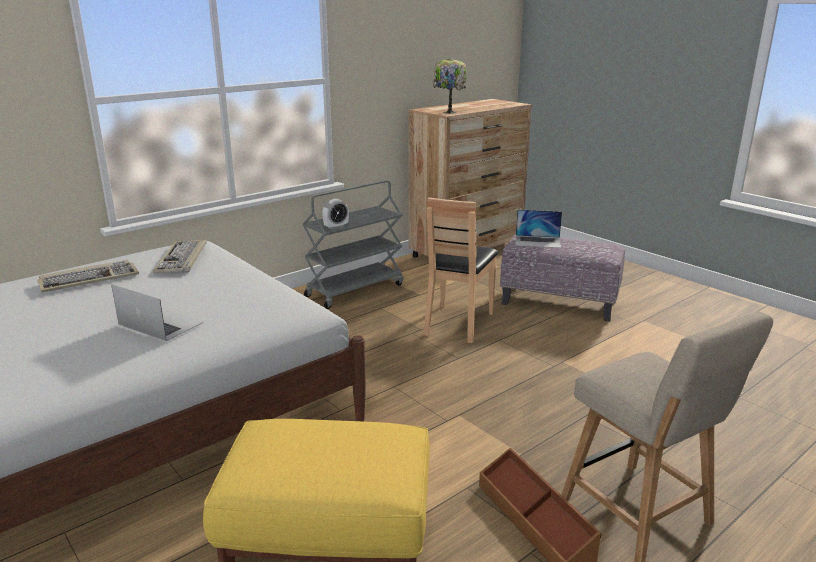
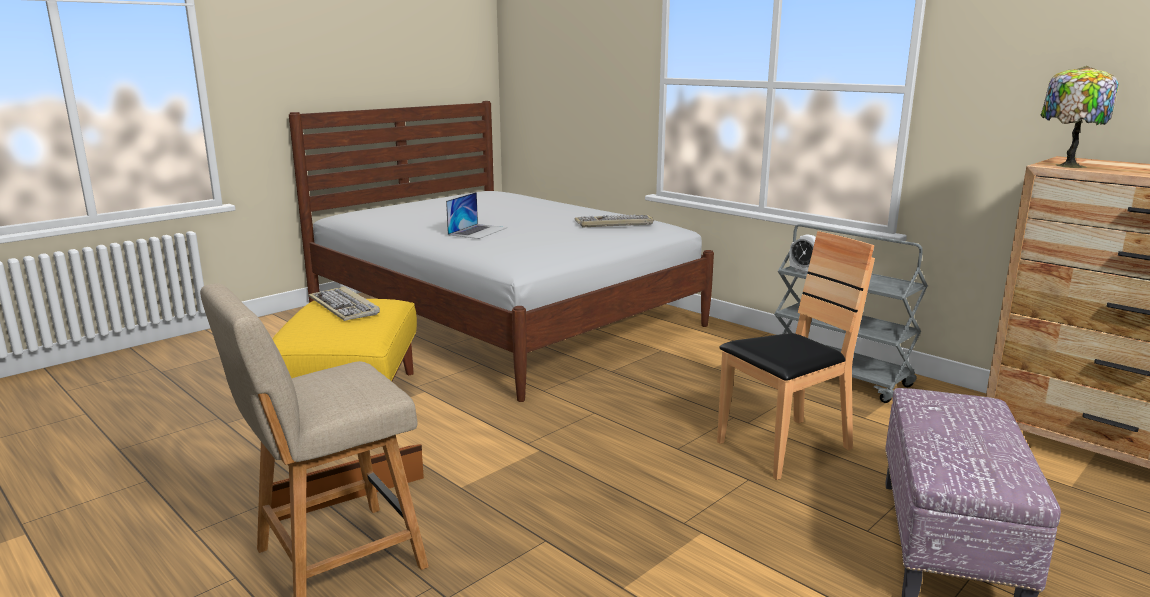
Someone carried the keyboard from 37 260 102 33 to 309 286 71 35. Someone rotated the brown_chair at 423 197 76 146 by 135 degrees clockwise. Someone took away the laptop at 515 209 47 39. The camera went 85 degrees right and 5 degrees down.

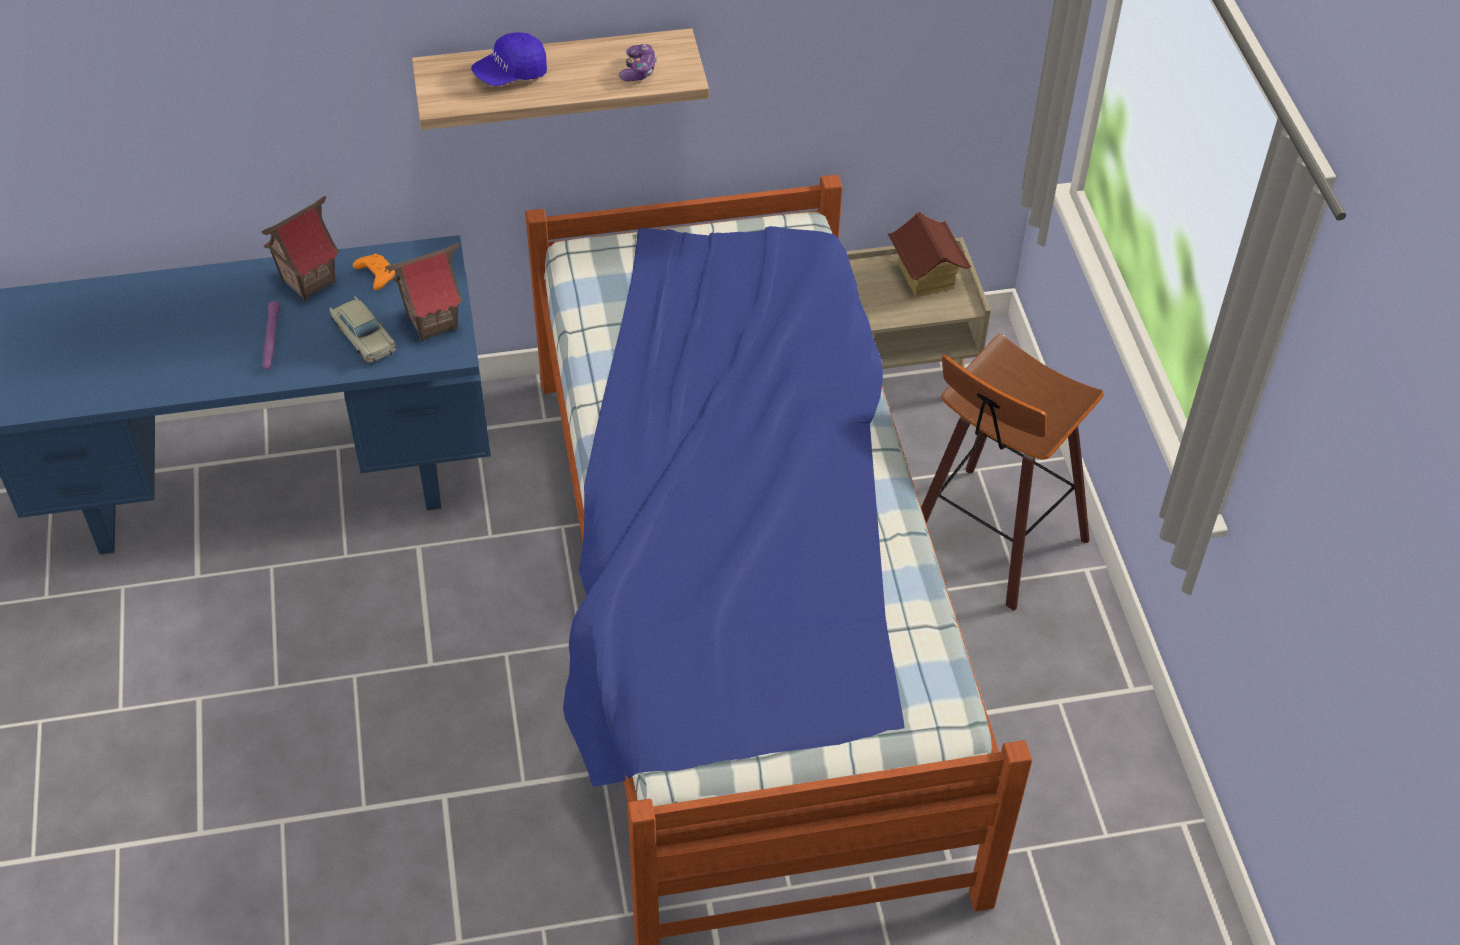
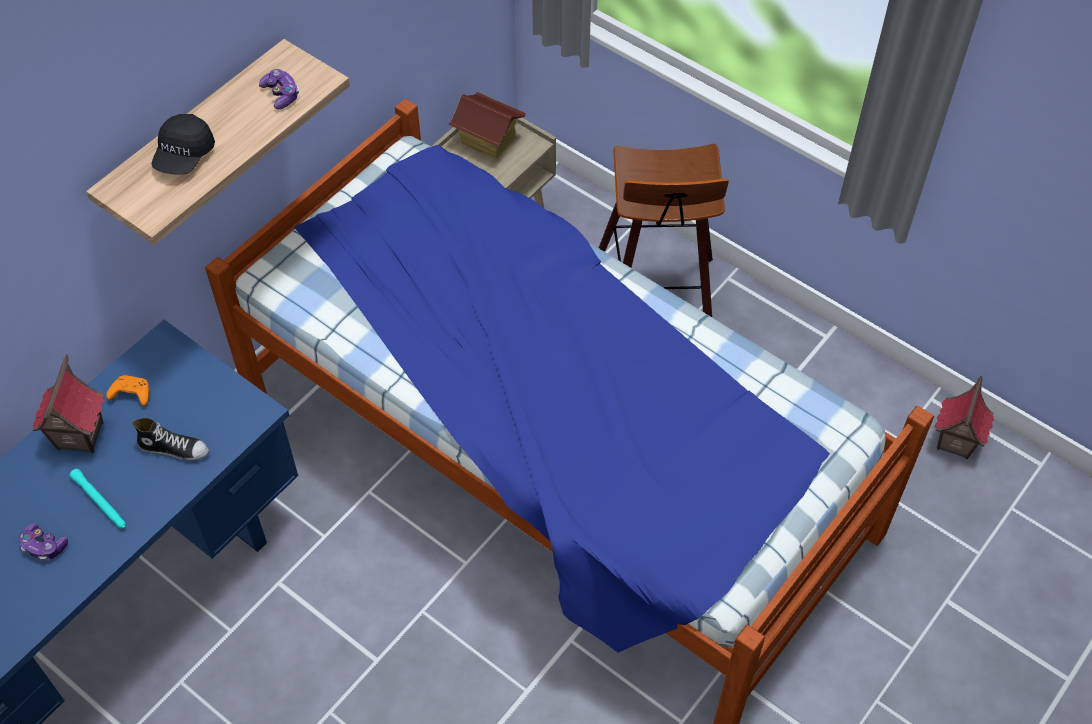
Someone repainted the purple_flashlight at 262 301 18 69, which became the turquoise_flashlight at 69 469 57 60. Someone swapped the beige_toy_car at 329 296 68 68 for the shoe at 132 418 77 43. Someone carried the toy_house from 385 243 78 98 to 935 375 59 84. Someone repainted the blue_cap at 471 33 76 53, which became the black_cap at 151 114 64 61. Someone put down the game_controller at 19 524 49 37. The camera went 40 degrees left and 5 degrees up.

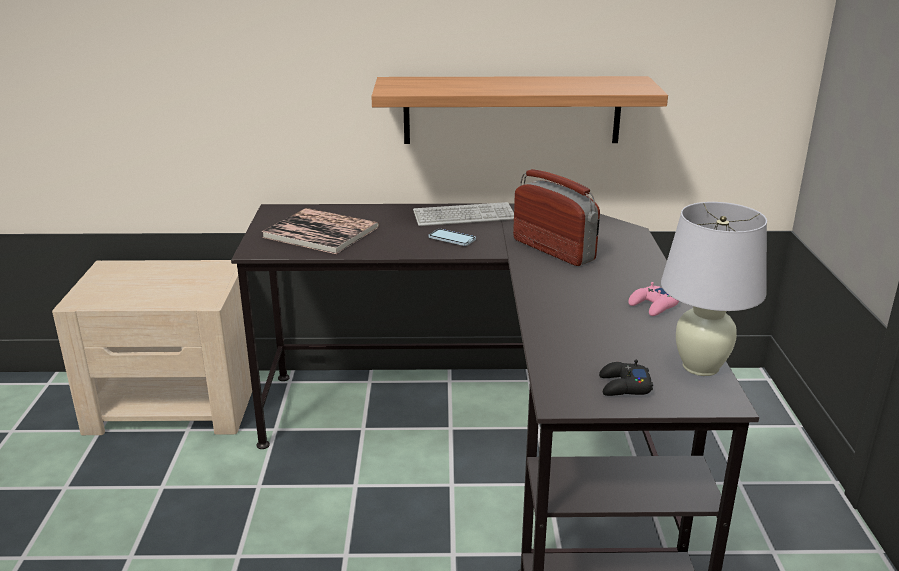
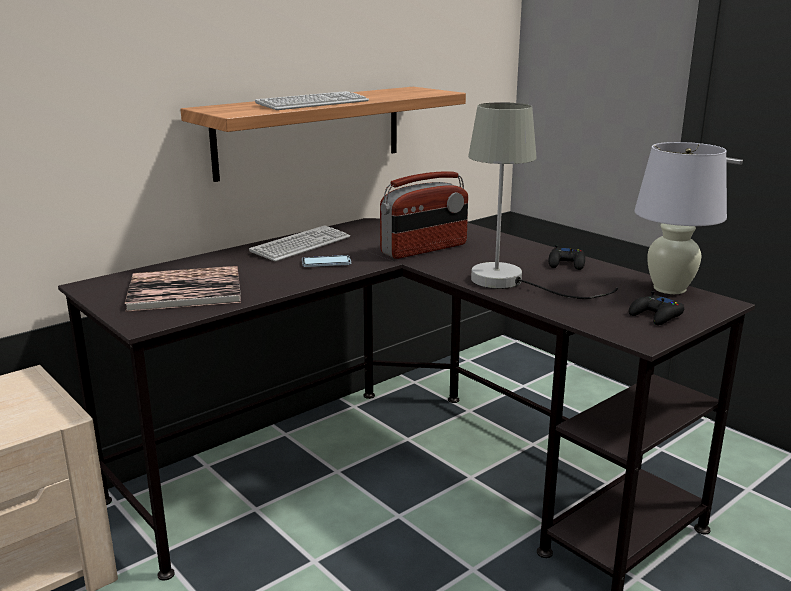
Someone rotated the radio at 513 169 87 97 by 135 degrees clockwise. Someone repainted the pink_game_controller at 628 282 51 34, which became the black_game_controller at 549 245 36 25. Someone put down the keyboard at 255 91 114 19. Someone put down the grey_table_lamp at 468 102 150 197. The camera went 40 degrees left and 5 degrees down.

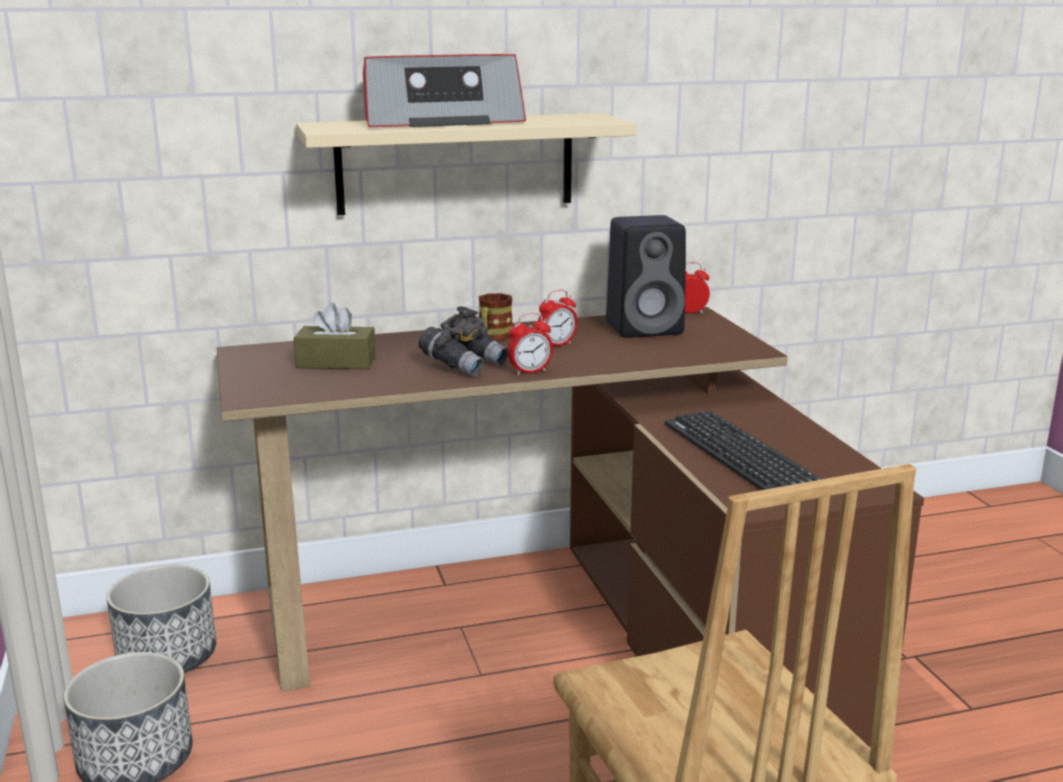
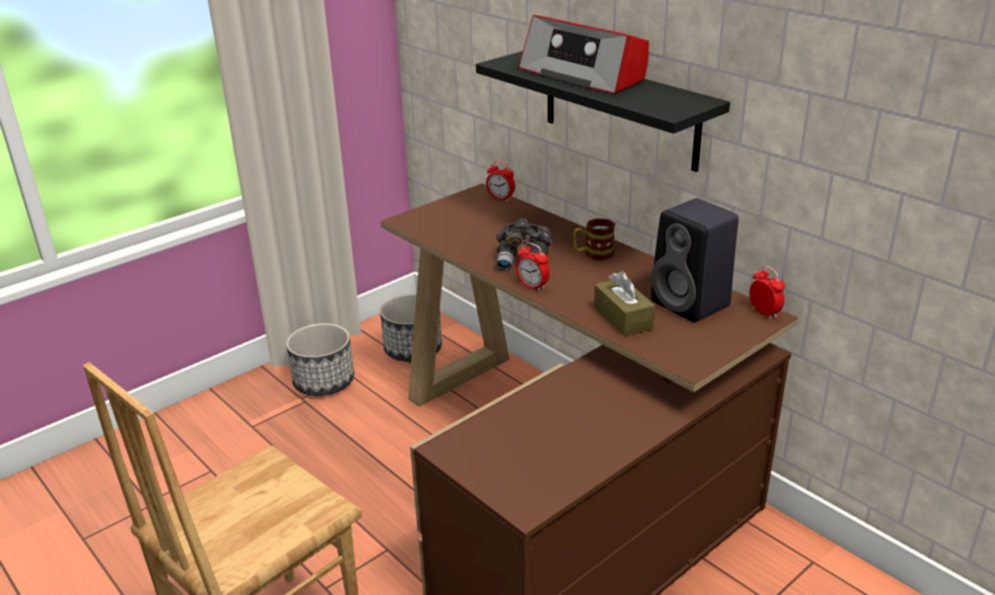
Someone carried the brown_tissue_box from 294 303 82 66 to 594 271 61 66. Someone repainted the beige_shelf at 296 113 340 102, which became the black_shelf at 476 51 254 121. Someone carried the alarm_clock from 538 290 40 56 to 486 161 29 41. Someone took away the keyboard at 665 410 157 80. The camera went 65 degrees right and 10 degrees up.

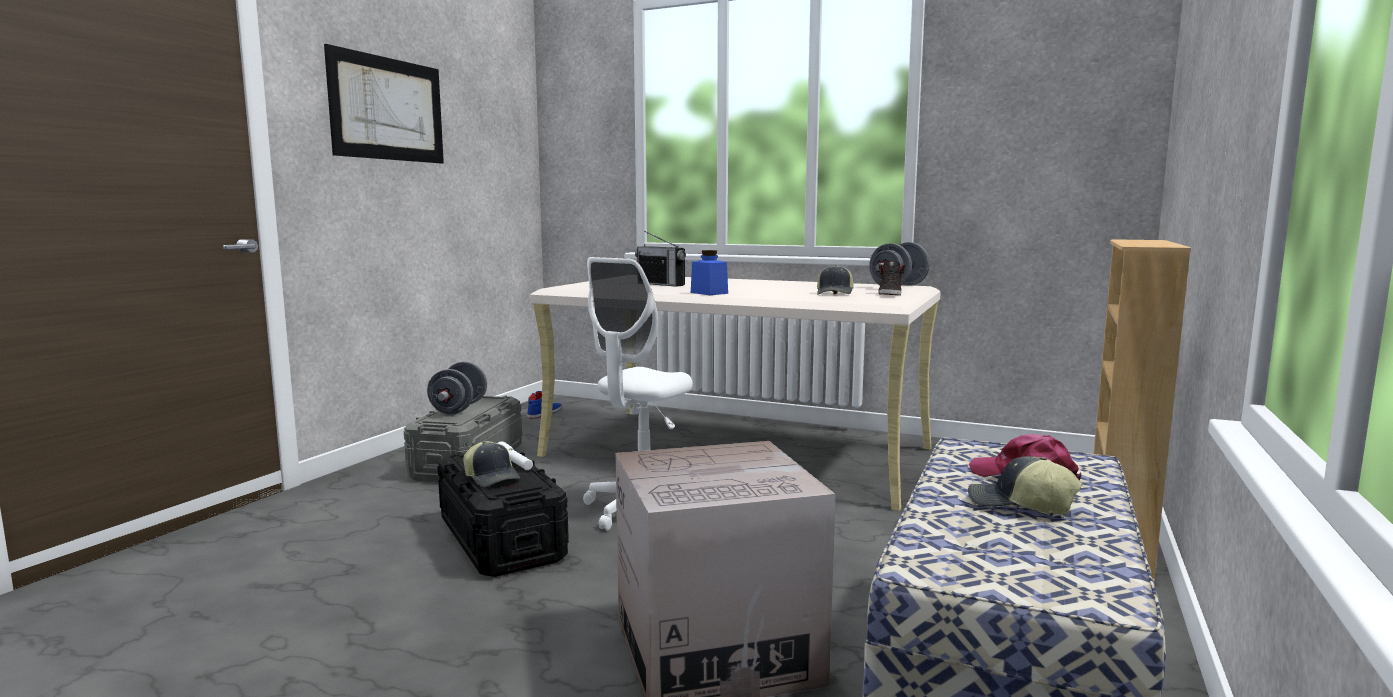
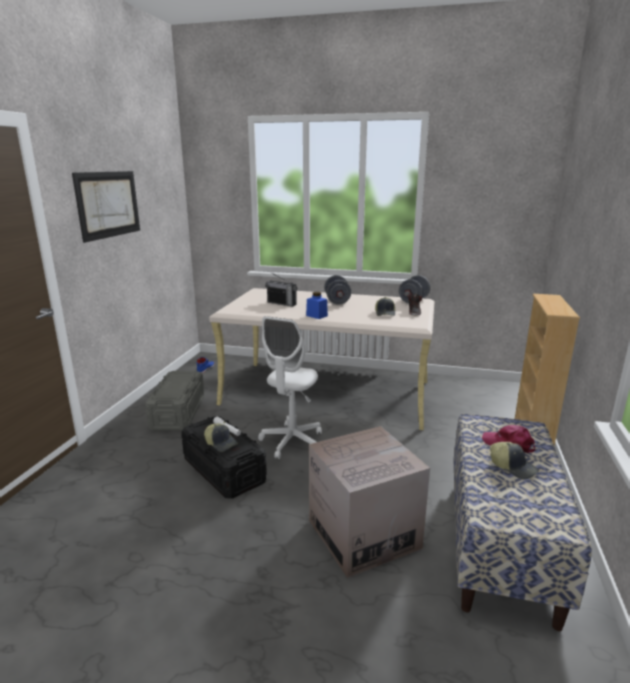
Someone carried the grey_dumbbell from 427 361 60 54 to 324 275 27 29. Someone rotated the cap at 968 456 114 59 by 150 degrees counterclockwise. The camera went 10 degrees left and 10 degrees up.

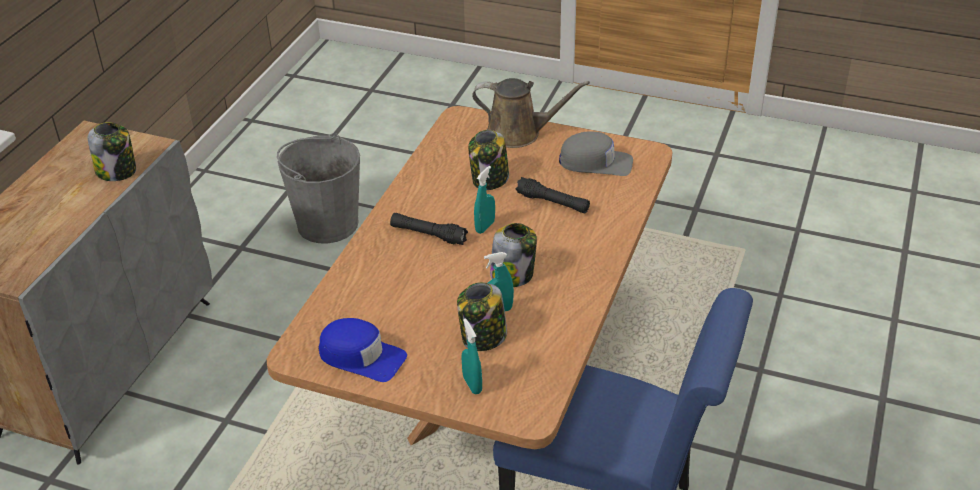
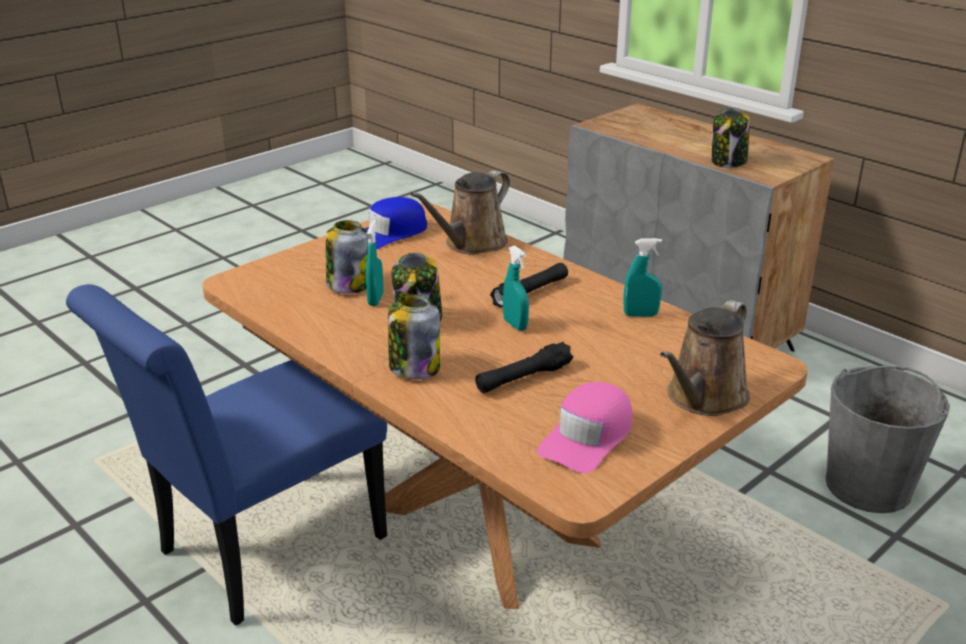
Someone carried the turquoise_spray_bottle from 461 318 21 76 to 624 238 38 79. Someone carried the jar from 468 130 41 60 to 388 294 52 85. Someone repainted the grey_cap at 559 131 74 45, which became the pink_cap at 537 382 95 91. Someone put down the brown_watering_can at 410 170 100 85. The camera went 115 degrees right and 10 degrees down.

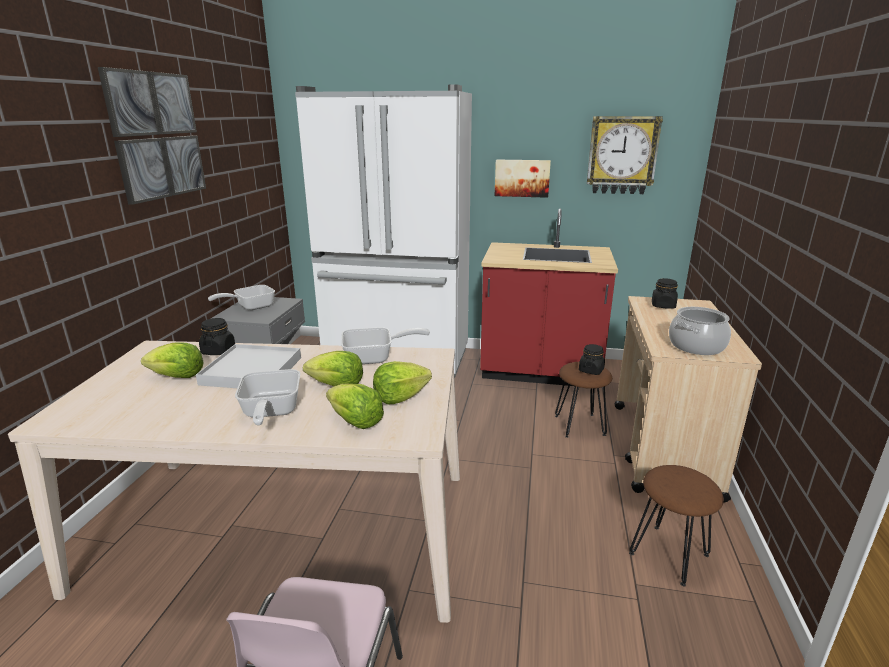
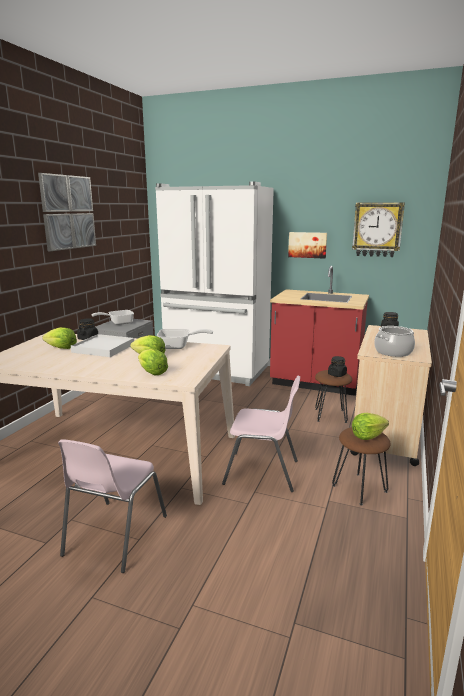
Someone took away the frying_pan at 235 369 65 56. Someone carried the lettuce from 373 361 59 43 to 352 413 37 27. Someone put down the pink_chair at 222 375 78 117. The camera went 10 degrees right and 5 degrees down.

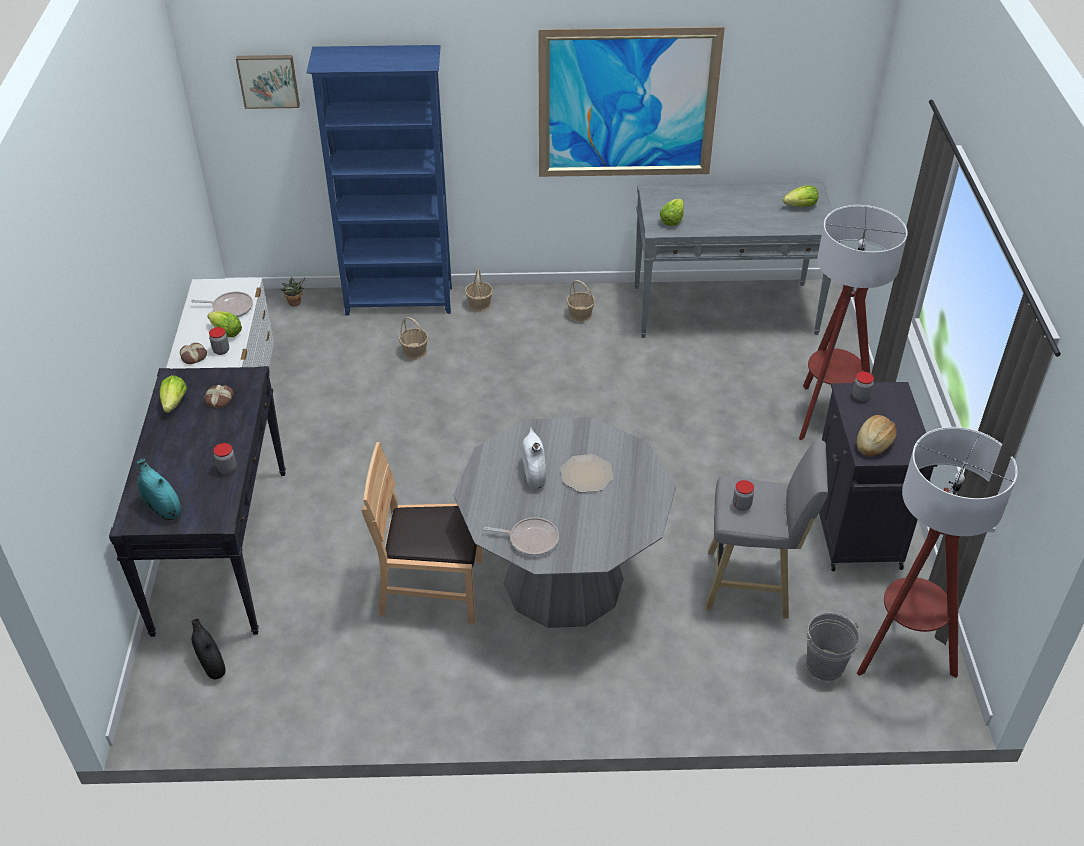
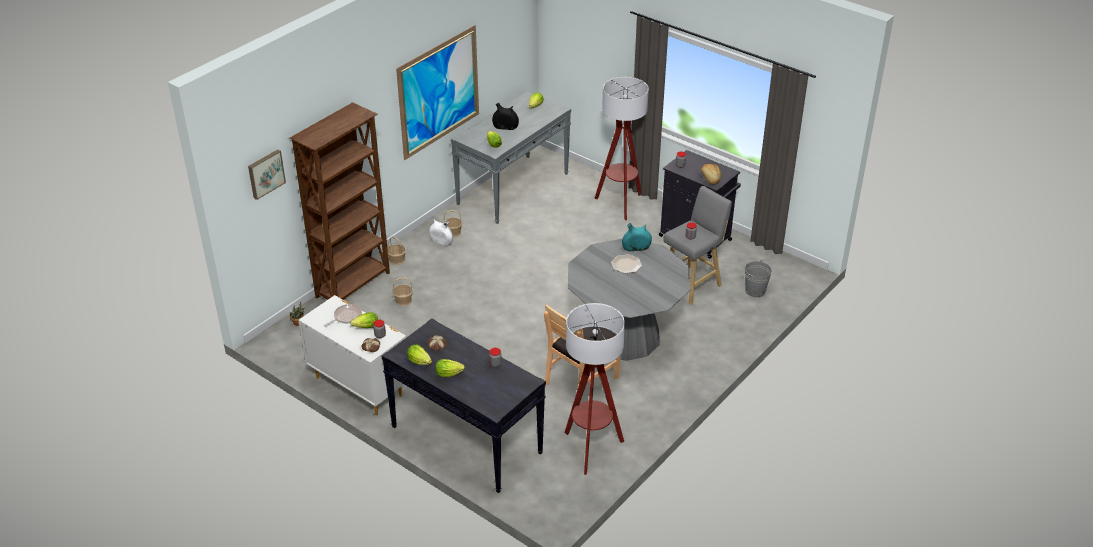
Someone carried the turquoise_vase from 137 459 44 62 to 622 223 30 28. Someone carried the black_vase from 191 619 35 60 to 492 103 27 27. Someone repainted the blue_bookcase at 306 45 146 270, which became the brown_bookcase at 289 102 101 198. Someone took away the frying_pan at 484 517 75 39. Someone carried the white_vase from 522 427 24 62 to 429 219 24 27. Someone carried the floor_lamp from 857 427 161 251 to 564 303 61 172. Someone put down the lettuce at 436 359 29 18. The camera went 50 degrees left and 5 degrees down.

